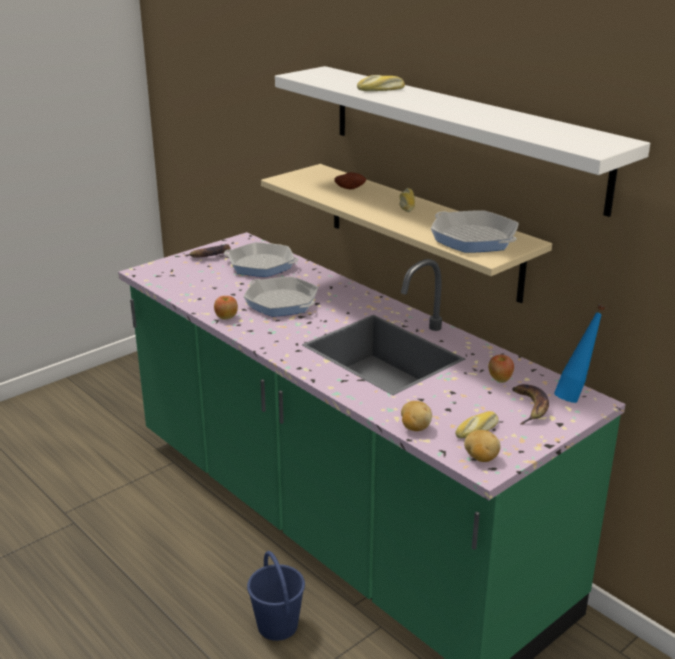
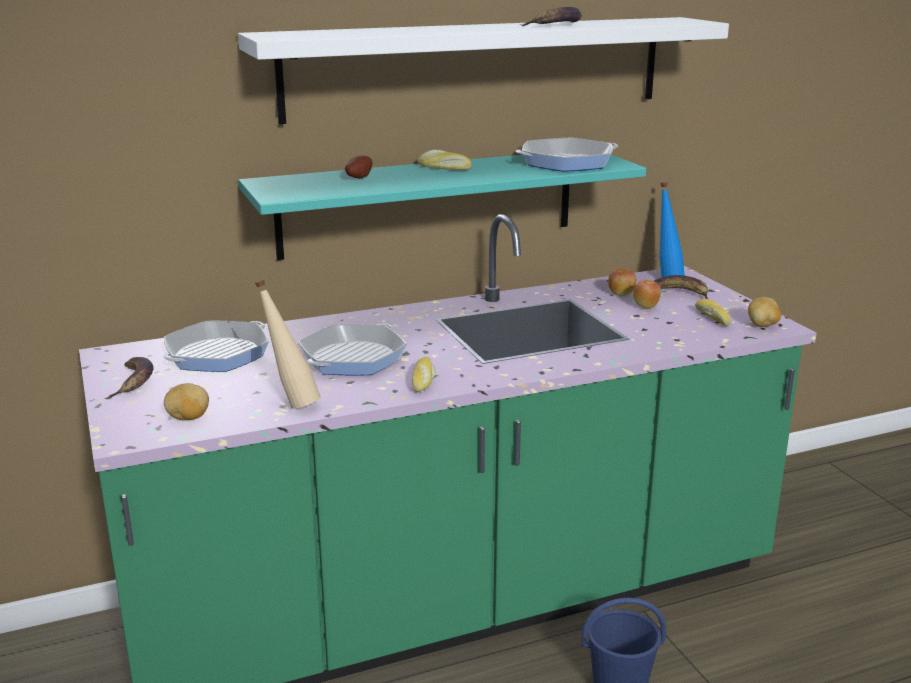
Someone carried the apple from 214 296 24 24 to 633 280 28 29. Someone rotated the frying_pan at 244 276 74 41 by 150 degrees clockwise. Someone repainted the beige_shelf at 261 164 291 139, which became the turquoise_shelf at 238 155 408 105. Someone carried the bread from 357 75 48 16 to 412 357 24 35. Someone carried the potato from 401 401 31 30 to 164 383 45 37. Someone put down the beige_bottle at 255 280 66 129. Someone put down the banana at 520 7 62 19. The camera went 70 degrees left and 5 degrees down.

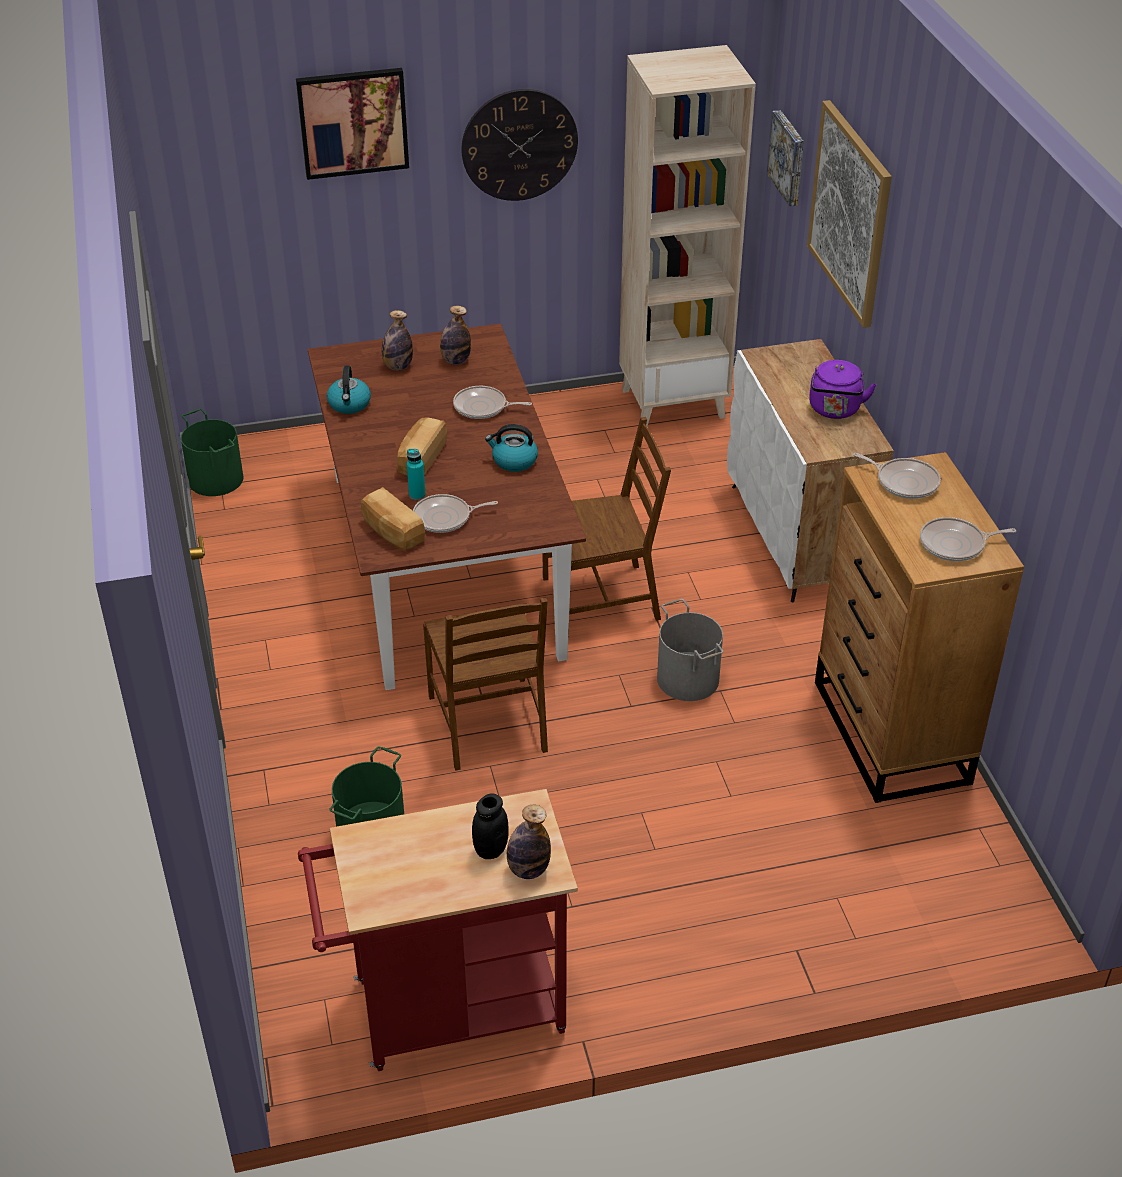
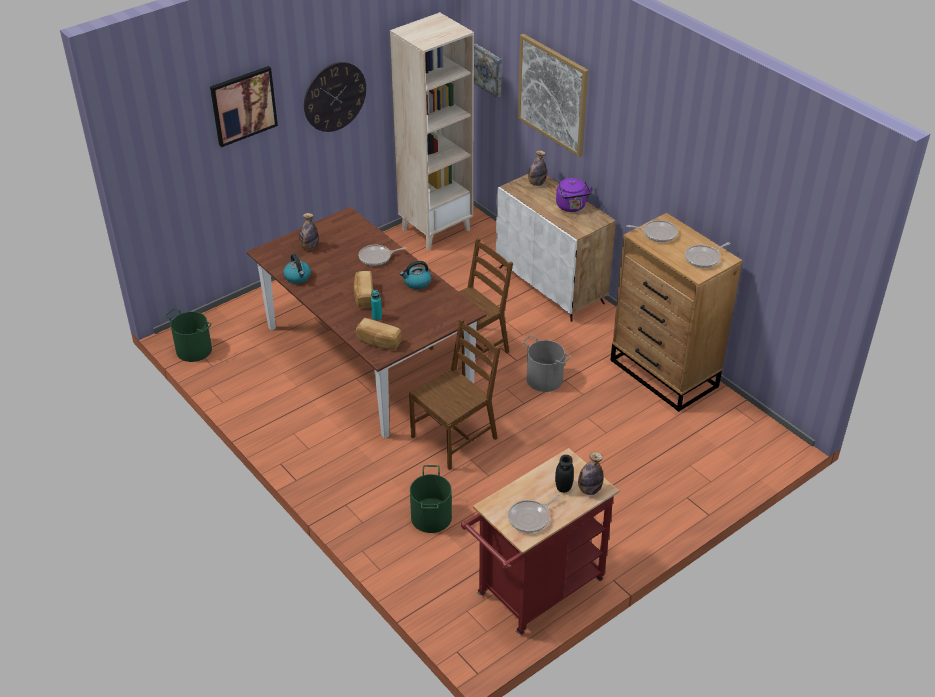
Someone carried the frying_pan from 413 494 85 39 to 508 495 53 38. Someone rotated the brown_chair at 423 598 125 173 by 90 degrees counterclockwise. Someone carried the bottle from 440 306 31 59 to 528 150 19 36. The camera went 25 degrees left and 0 degrees up.

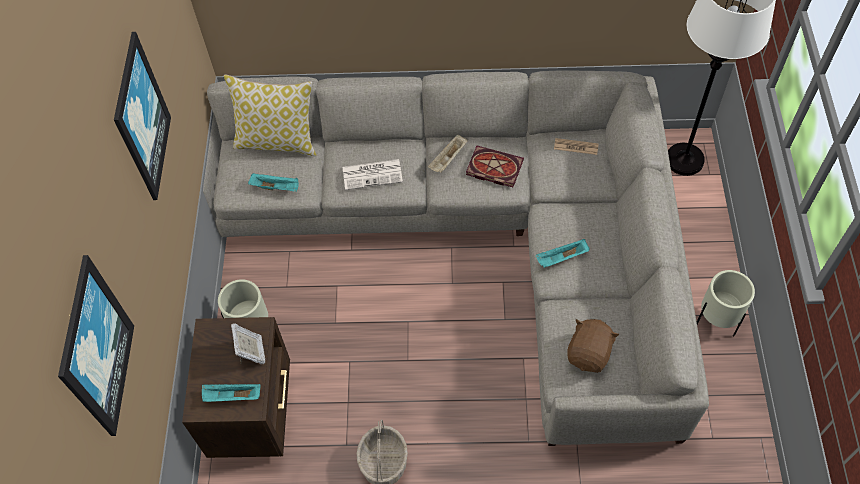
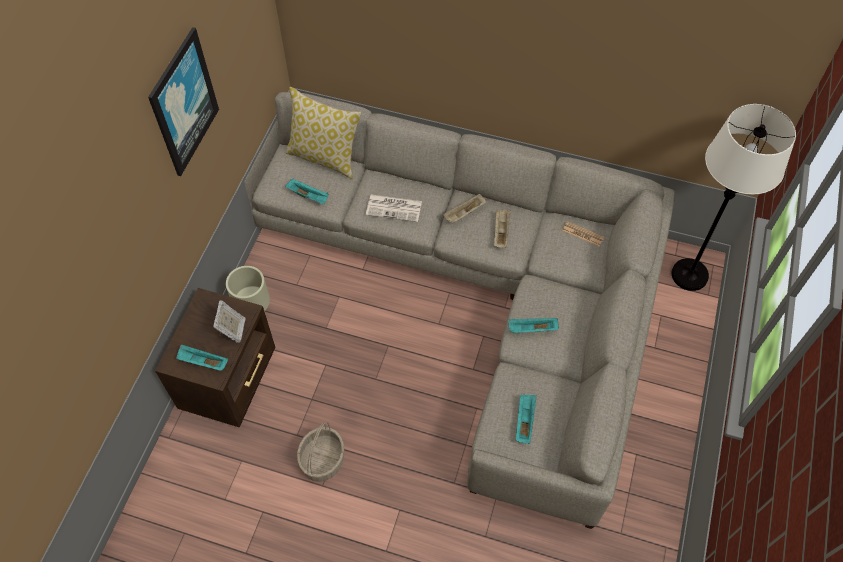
Someone took away the picture at 58 255 76 181. Someone swapped the book at 466 146 58 41 for the beige_tray at 494 210 17 38. Someone swapped the brown_plush_toy at 567 319 52 54 for the turquoise_tray at 516 395 21 49. Someone took away the beige_planter at 697 270 58 66. The camera went 15 degrees right and 0 degrees up.

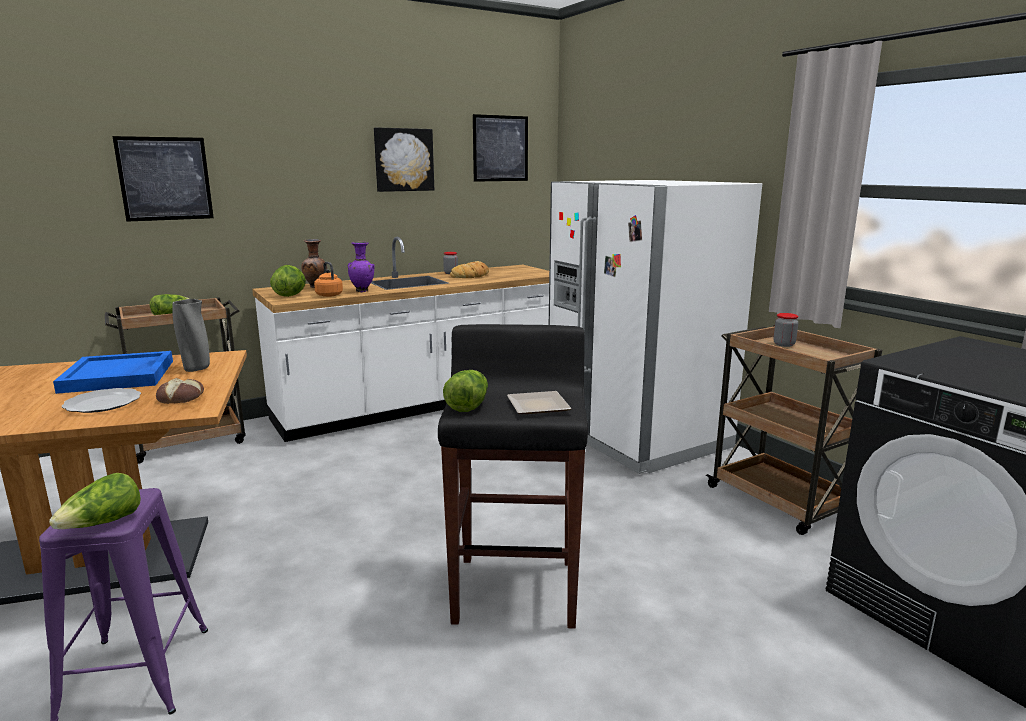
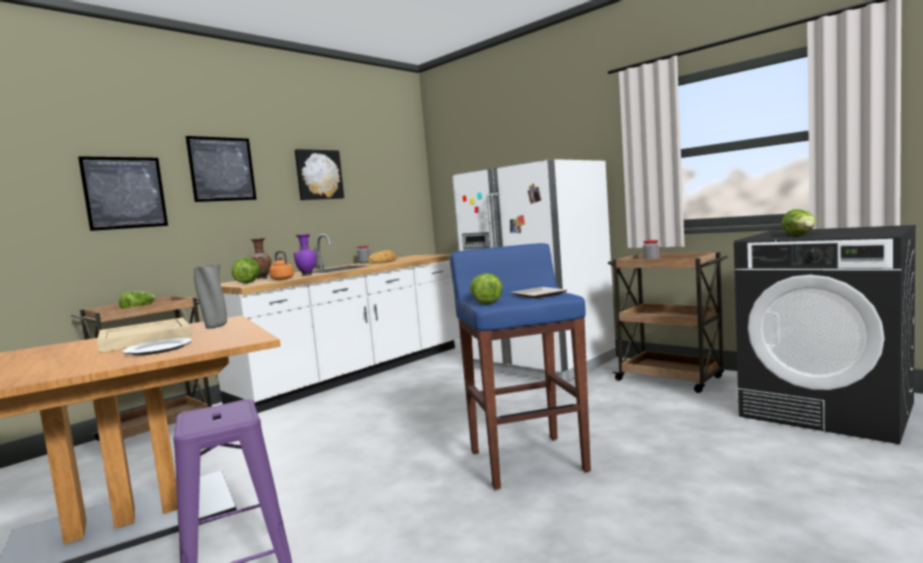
Someone carried the lettuce from 49 473 92 56 to 782 209 34 26. Someone repainted the blue_tray at 53 351 120 43, which became the beige_tray at 97 318 95 35. Someone took away the bread at 156 378 48 26. Someone repainted the black_stool at 438 324 150 305, which became the blue_stool at 449 243 142 247. Someone carried the picture from 473 114 55 68 to 186 136 71 66. The camera went 15 degrees left and 10 degrees down.

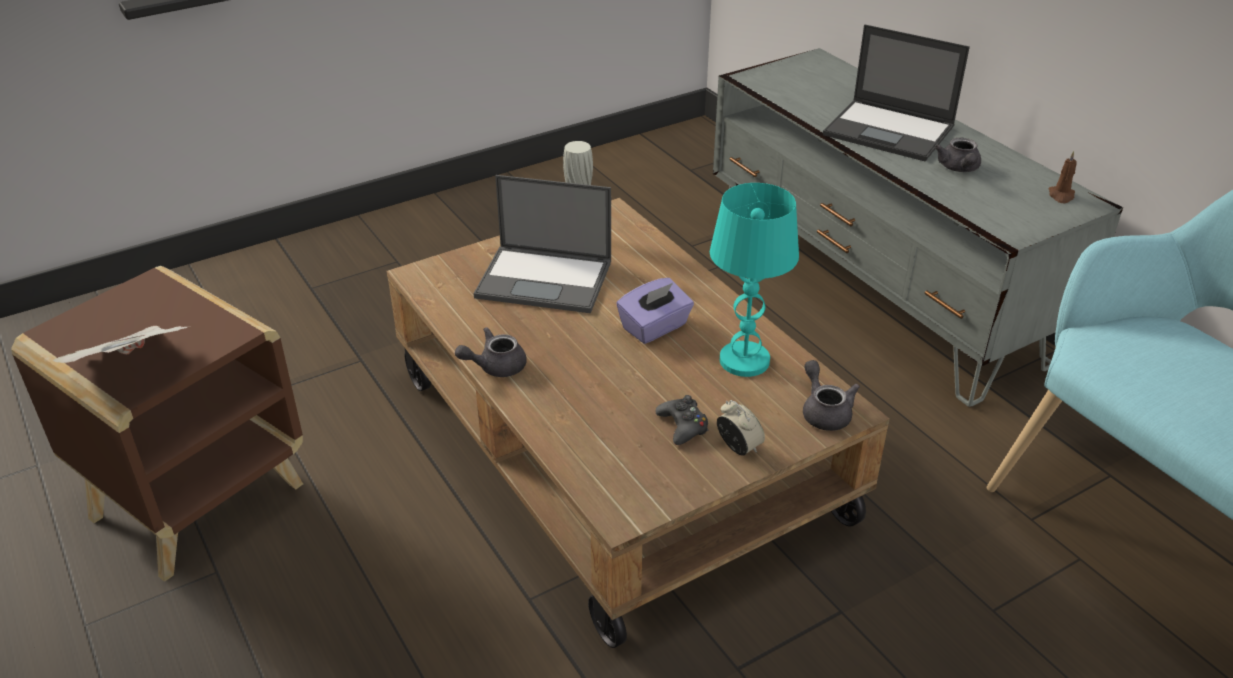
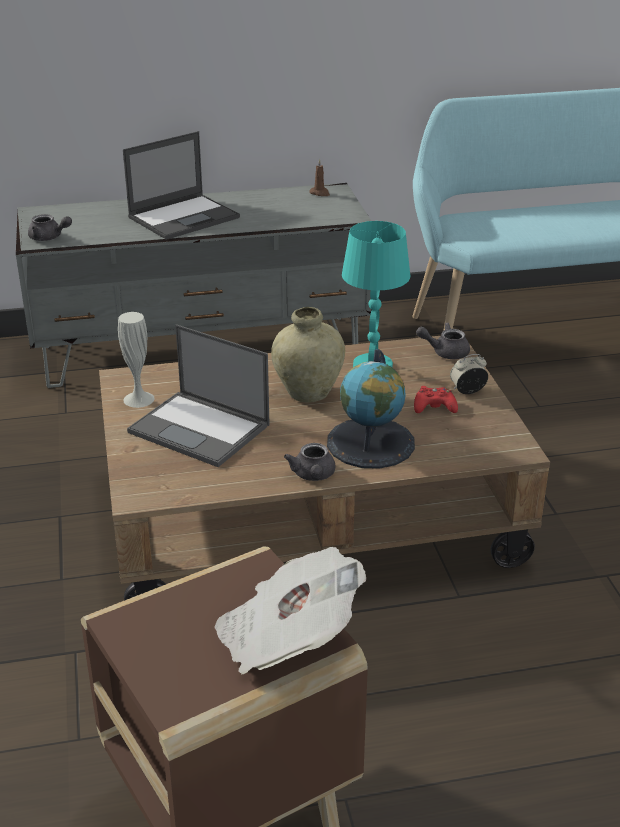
Someone rotated the laptop at 474 175 137 138 by 90 degrees clockwise. Someone swapped the purple_tissue_box at 616 278 78 66 for the beige_vase at 271 307 74 96. Someone repainted the black_game_controller at 655 395 54 50, which became the red_game_controller at 414 386 44 27. Someone carried the grey_teapot from 935 138 46 34 to 28 214 44 27. Someone put down the globe at 327 349 88 120. The camera went 70 degrees left and 5 degrees down.

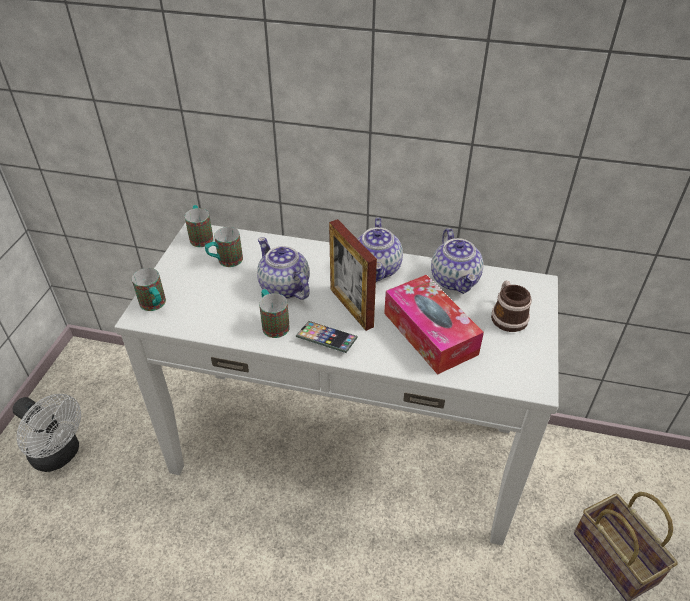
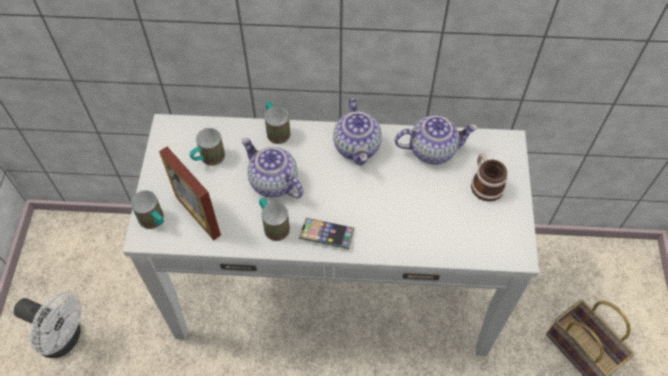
Someone carried the mug from 185 205 29 42 to 265 101 25 43. Someone carried the picture_frame from 329 219 48 112 to 159 147 62 93. Someone took away the tissue_box at 384 275 100 100. Someone rotated the teapot at 431 228 53 66 by 75 degrees counterclockwise. The camera went 10 degrees left and 15 degrees up.

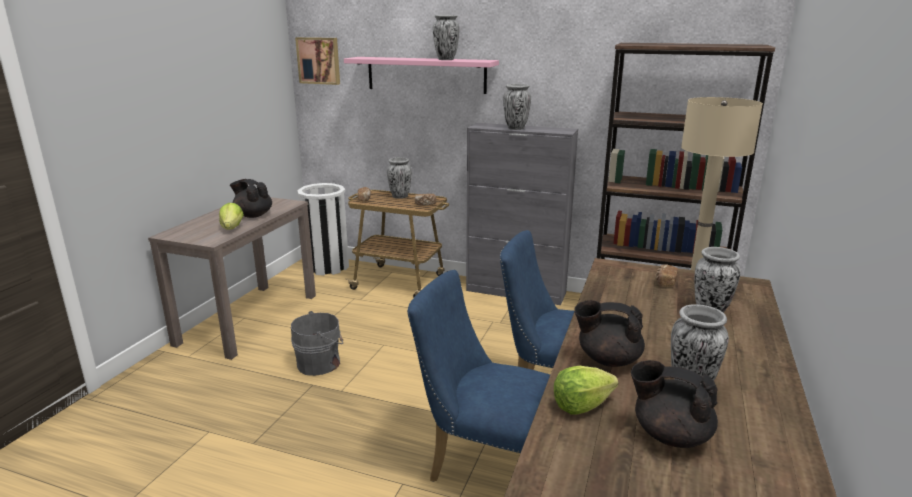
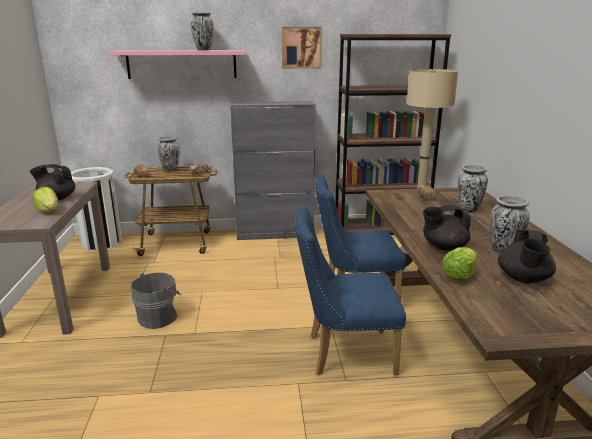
Someone carried the picture from 295 37 45 48 to 282 27 40 42. Someone took away the vase at 503 84 28 46. Someone rotated the black_teapot at 631 360 87 88 by 75 degrees counterclockwise. The camera went 25 degrees left and 0 degrees up.

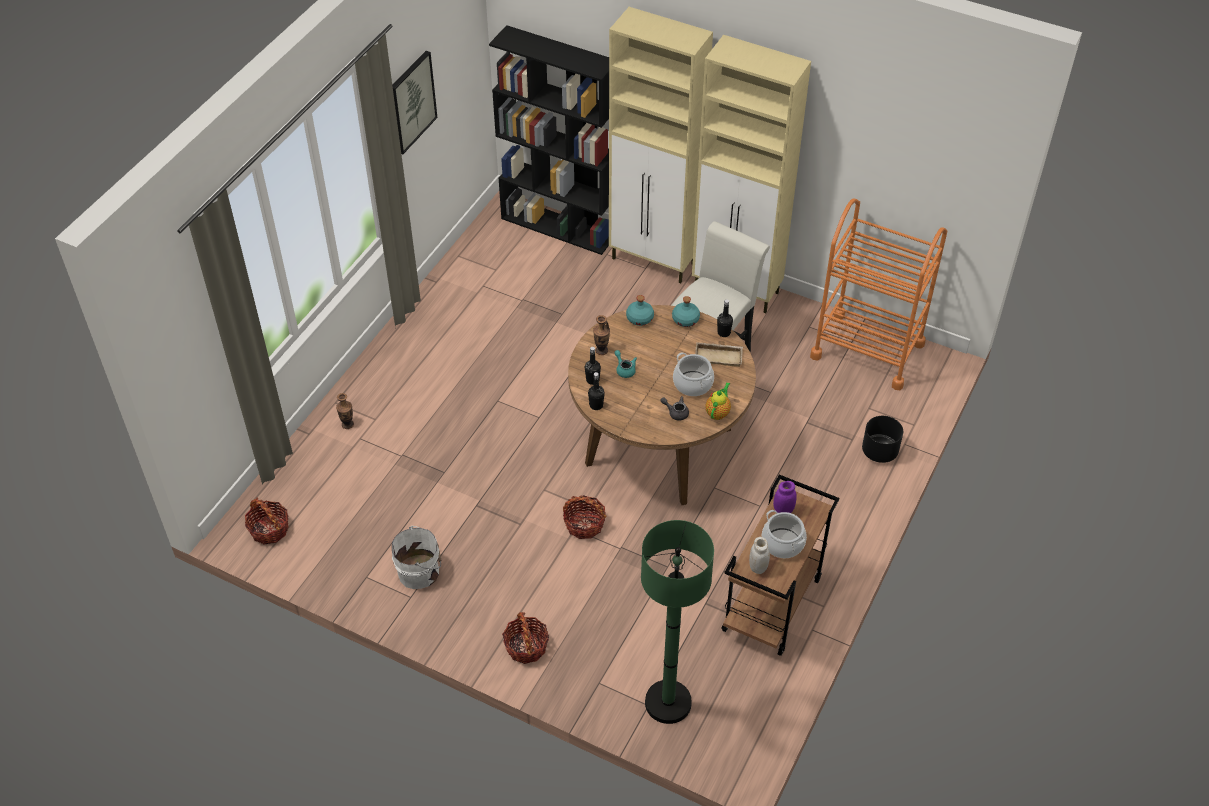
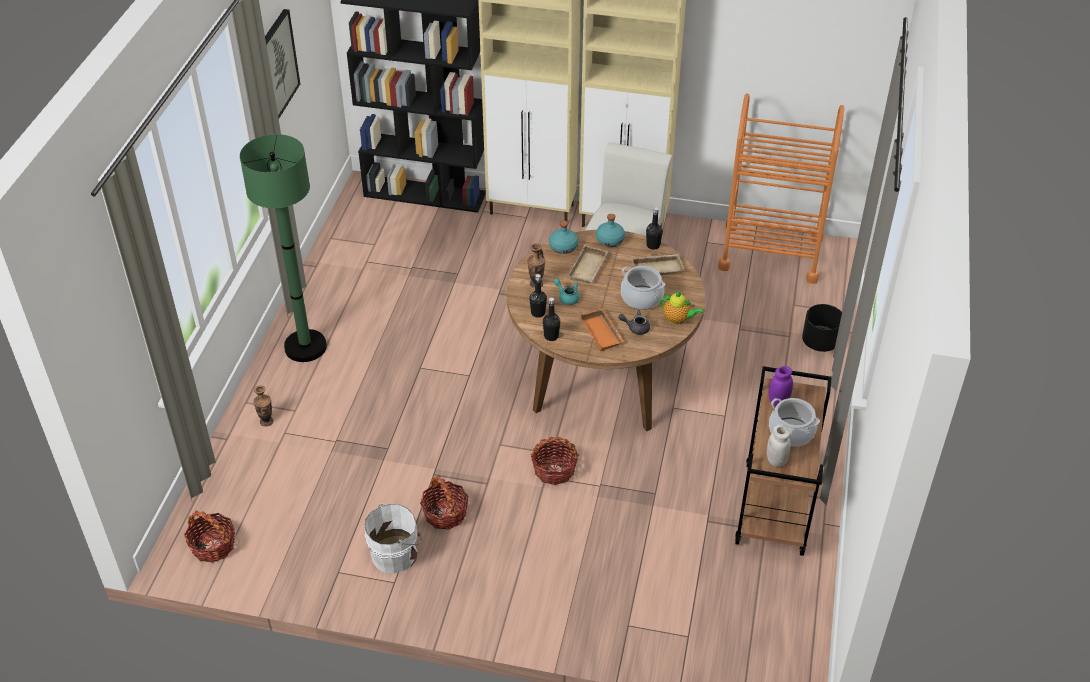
Someone carried the basket from 502 612 47 52 to 420 475 49 55. Someone carried the green_floor_lamp from 641 520 73 204 to 240 134 87 228. Someone rotated the teapot at 705 382 26 38 by 105 degrees clockwise. Someone put down the beige_tray at 568 245 40 38. Someone put down the orange_tray at 579 308 45 43. The camera went 15 degrees left and 5 degrees down.

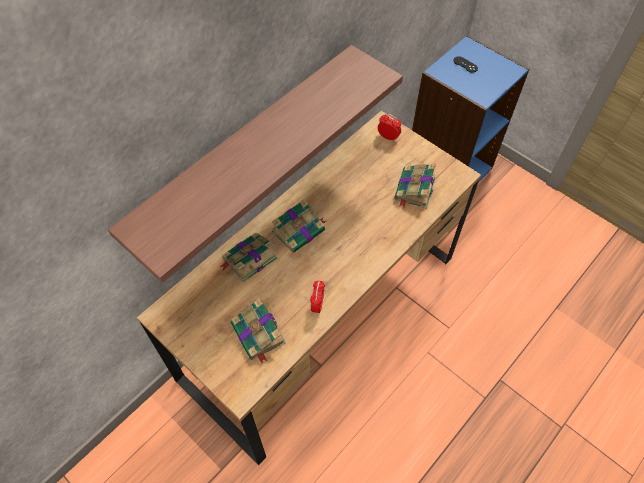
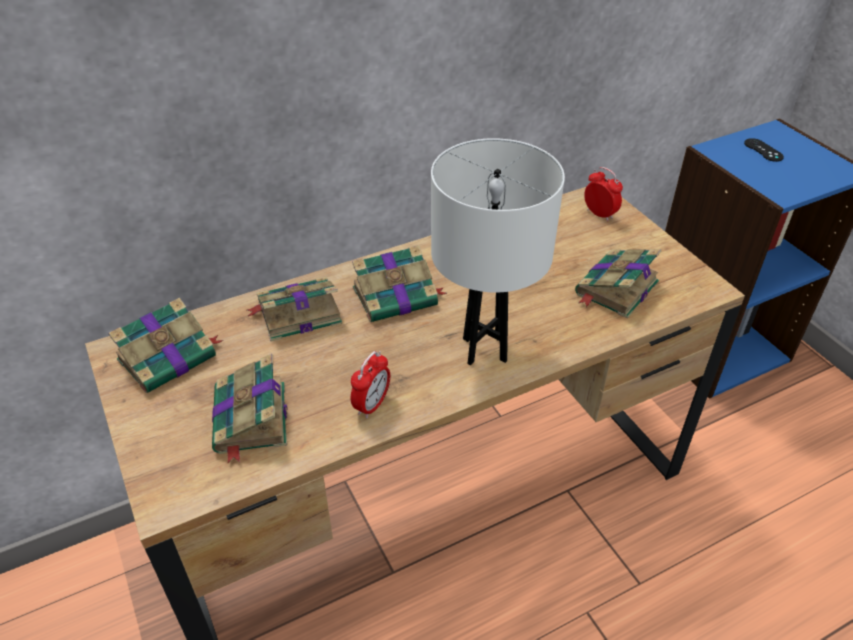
Someone took away the shelf at 108 45 295 238. Someone put down the book at 109 297 114 97. Someone put down the white_table_lamp at 431 138 134 227. The camera went 20 degrees right and 15 degrees down.

